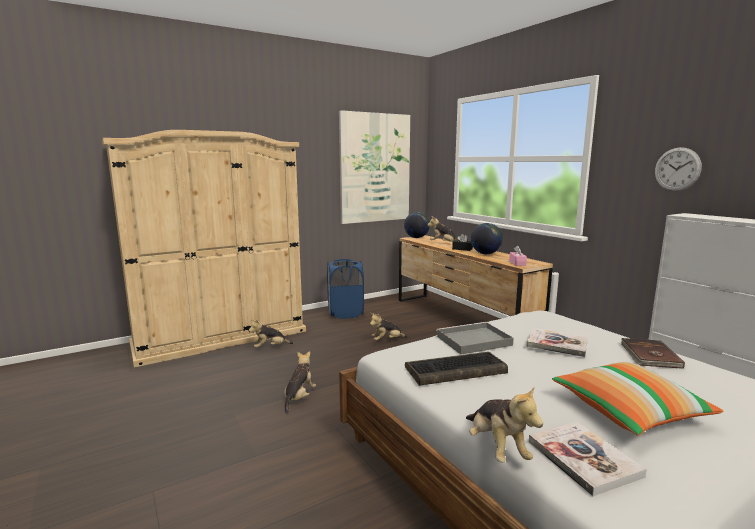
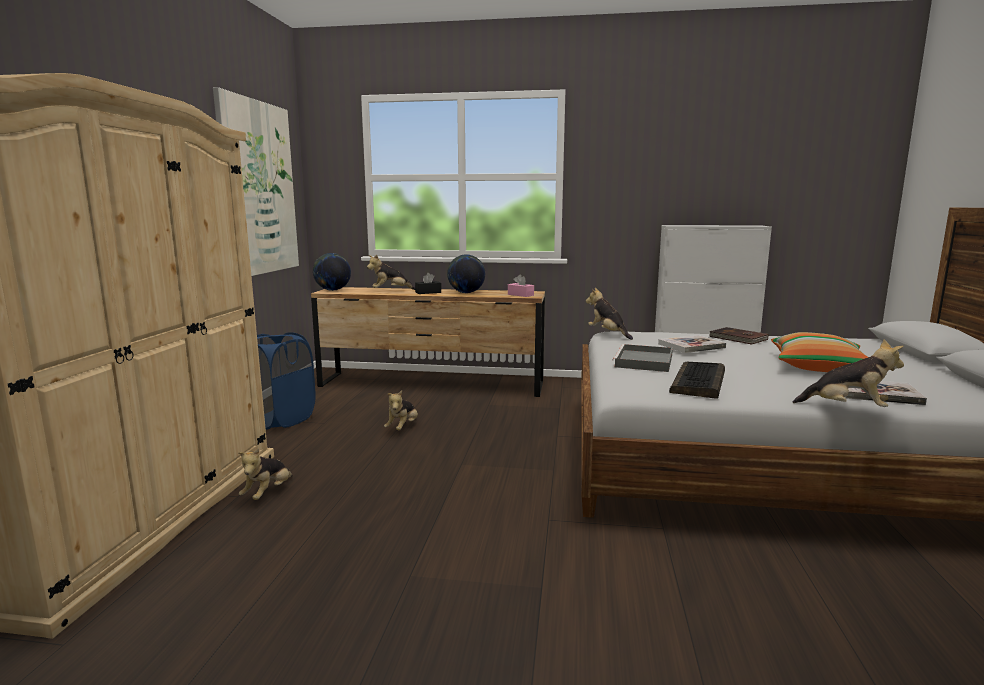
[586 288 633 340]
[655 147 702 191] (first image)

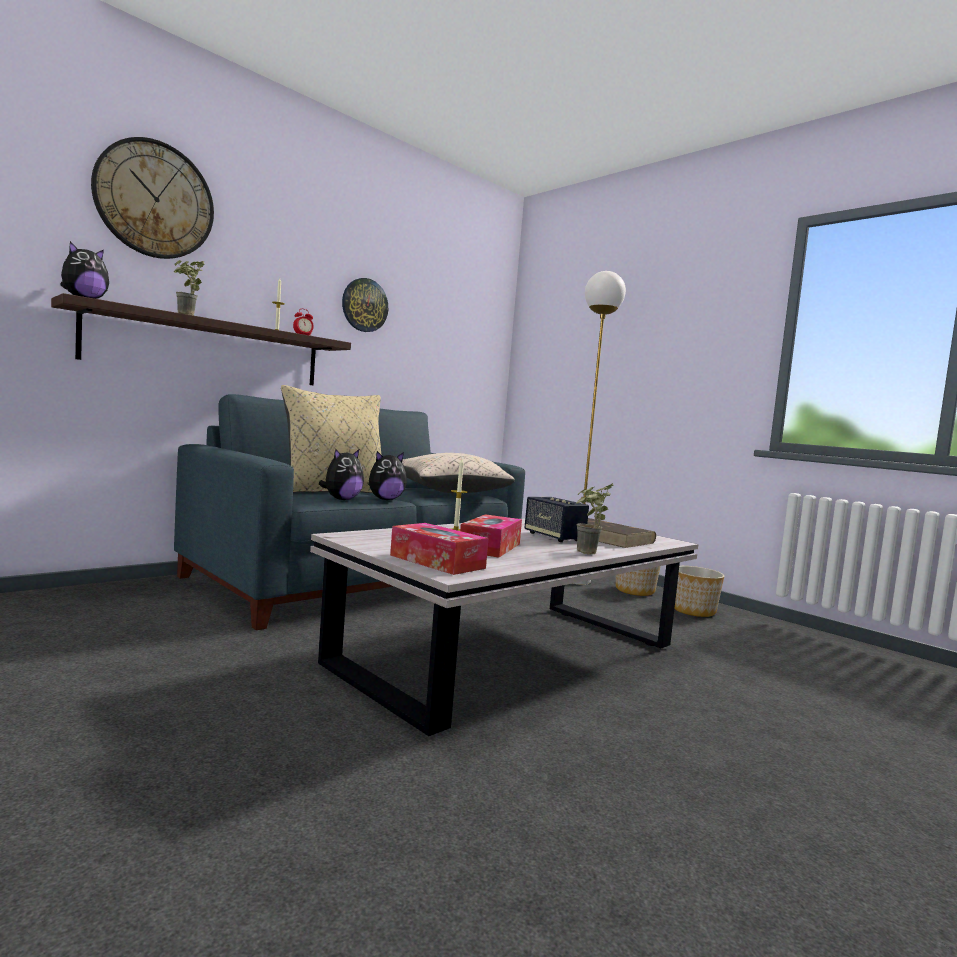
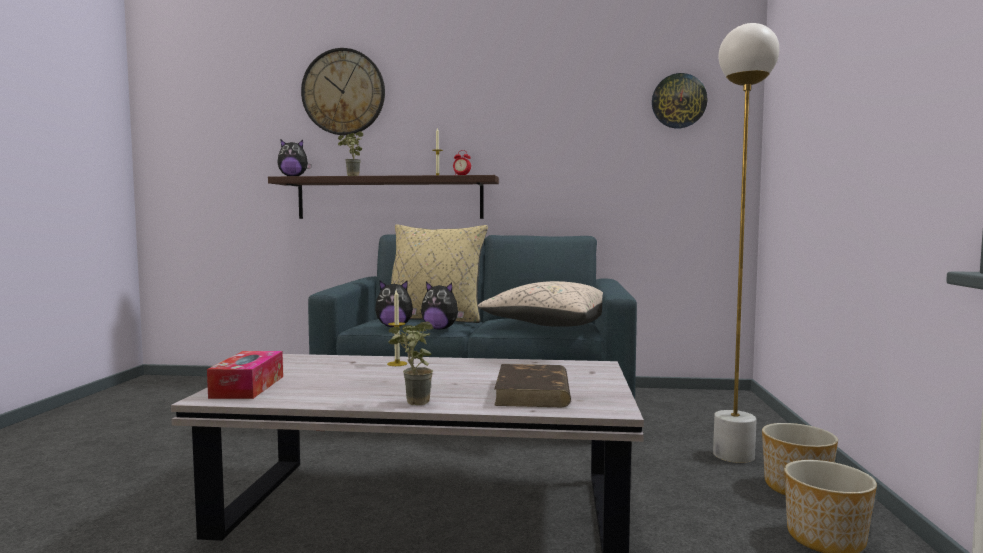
[652 73 708 128]
[460 514 522 557] (first image)
[524 497 589 542] (first image)

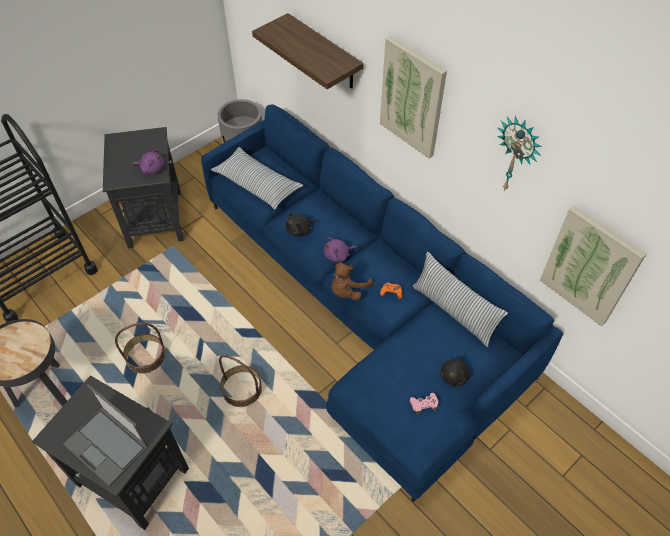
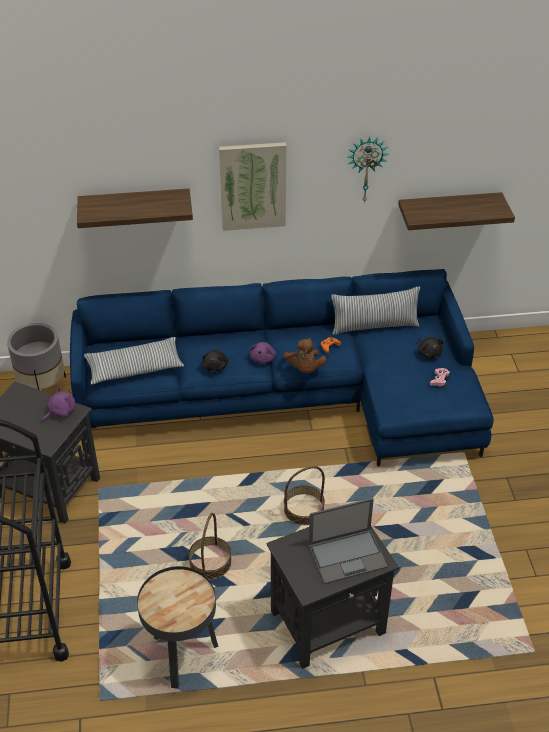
[398 192 515 230]

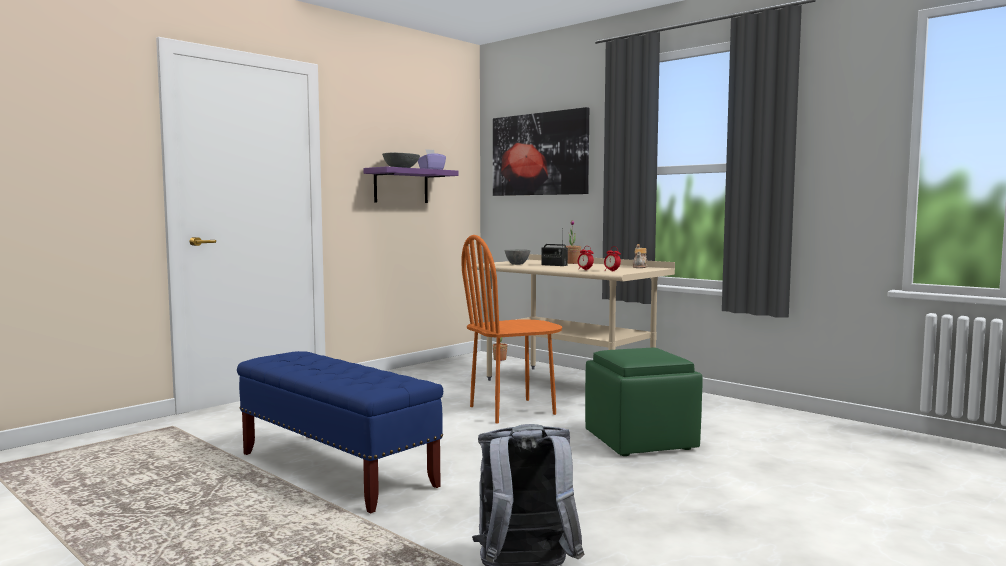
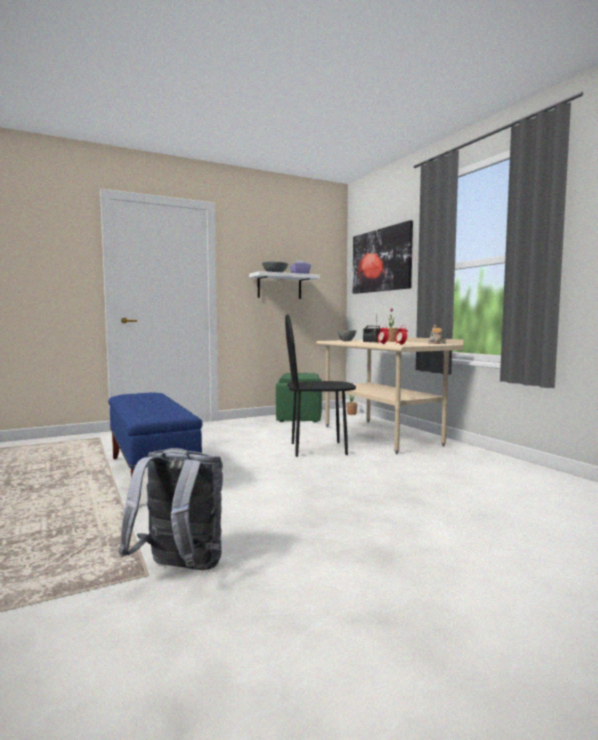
[249 271 320 299]
[285 314 356 457]
[276 373 322 423]

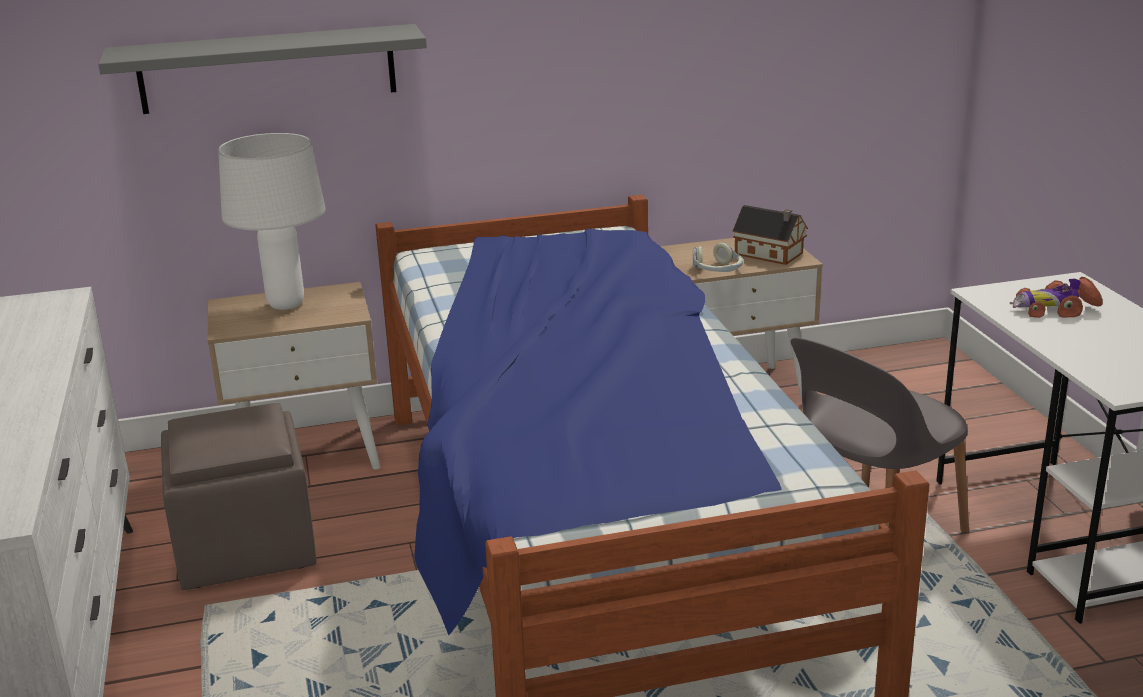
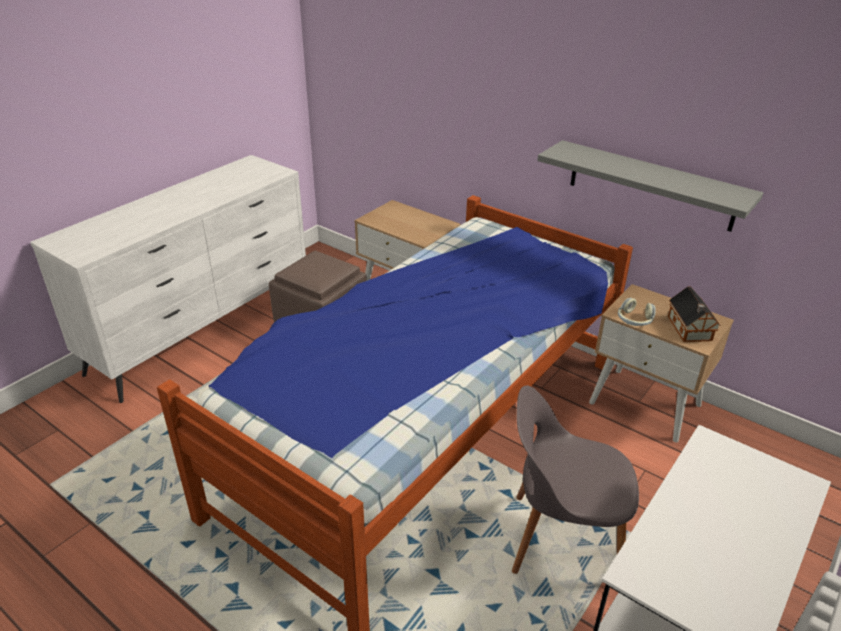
[537 140 764 232]
[218 133 326 310] (first image)
[1010 277 1103 318] (first image)

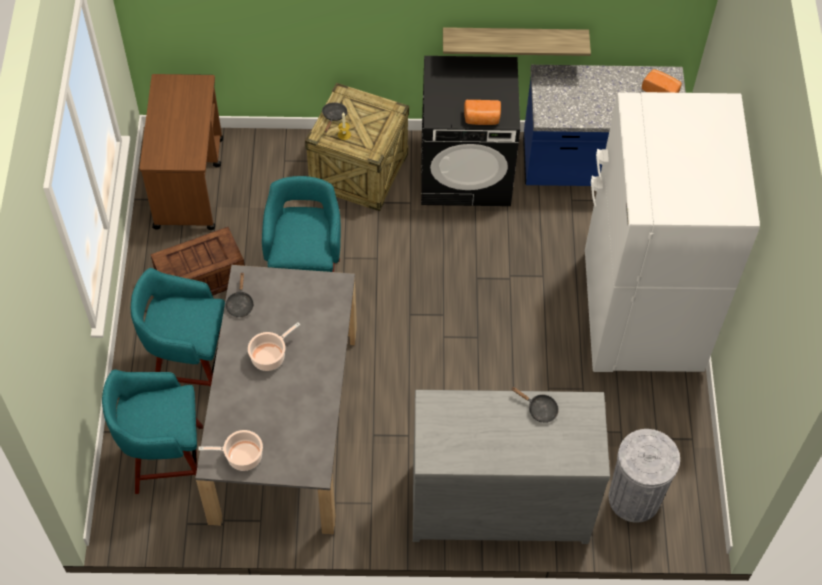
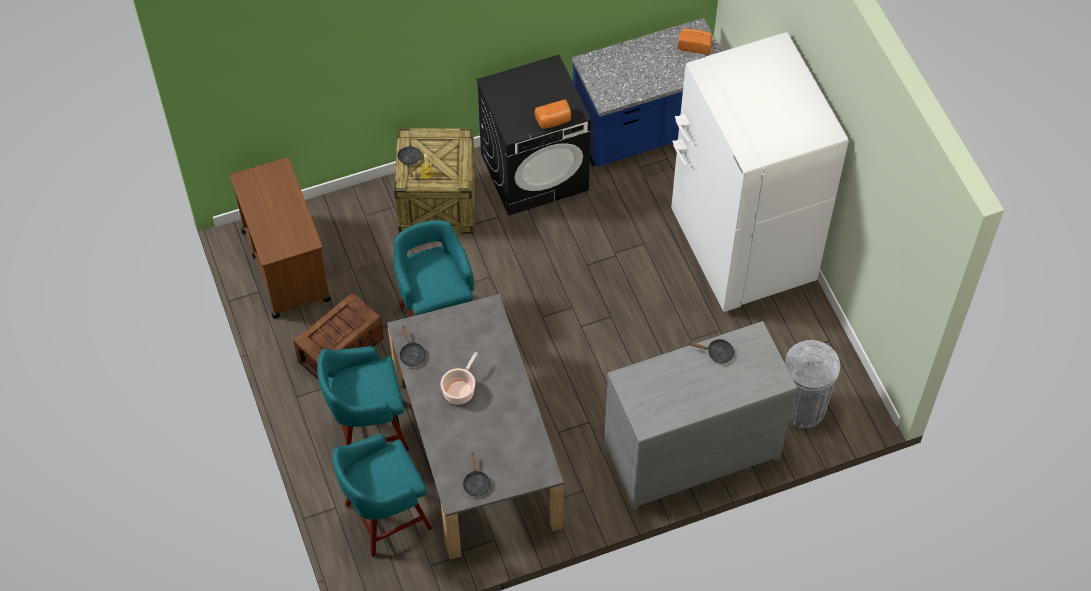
[463 451 491 497]
[443 27 591 56] (first image)

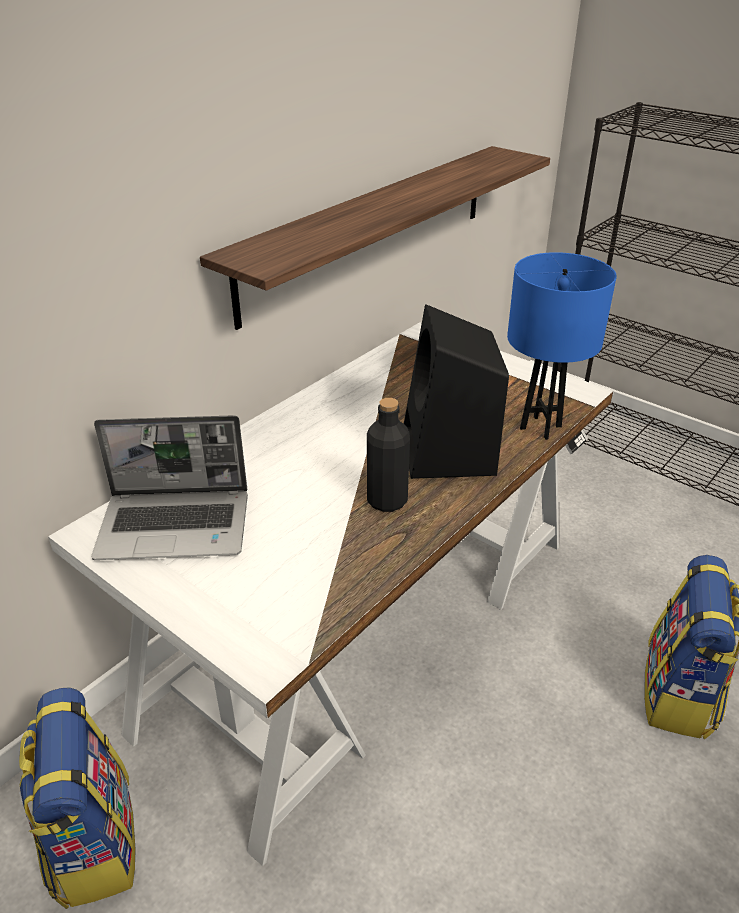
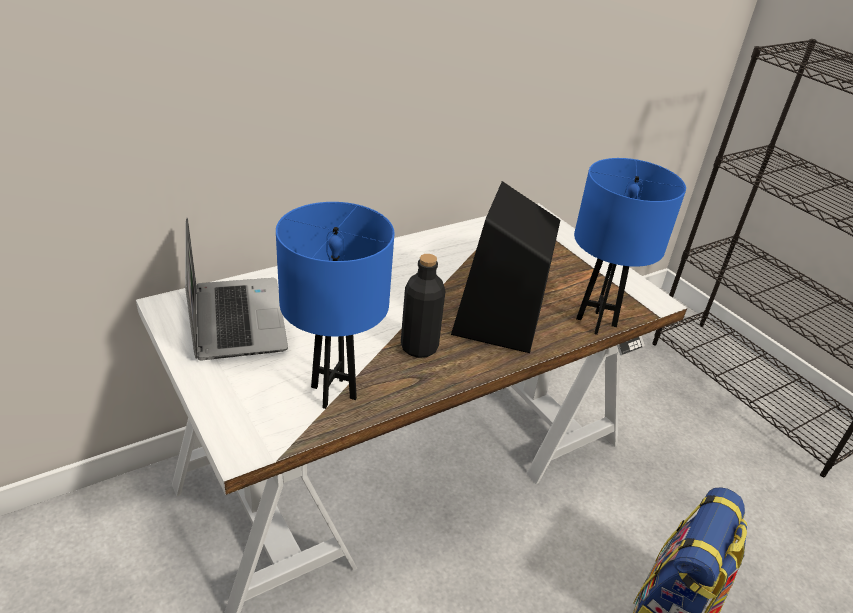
[19 687 136 909] (first image)
[185 218 288 361]
[200 146 550 330] (first image)
[276 202 394 409]

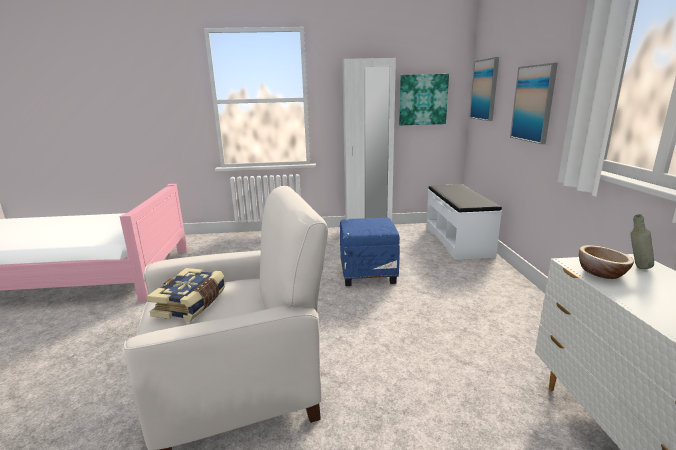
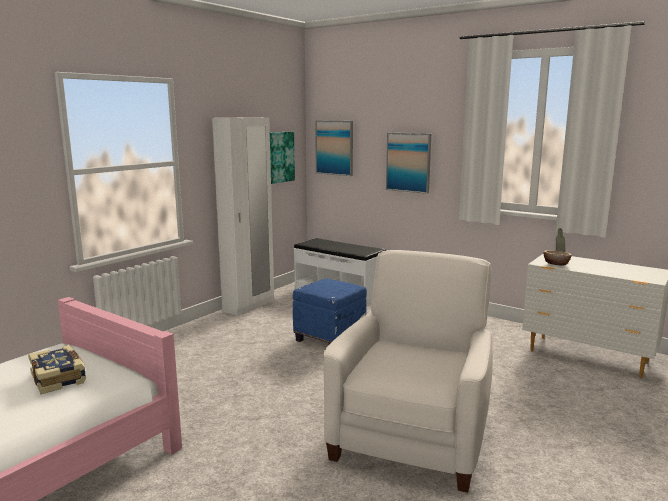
[28 345 86 394]

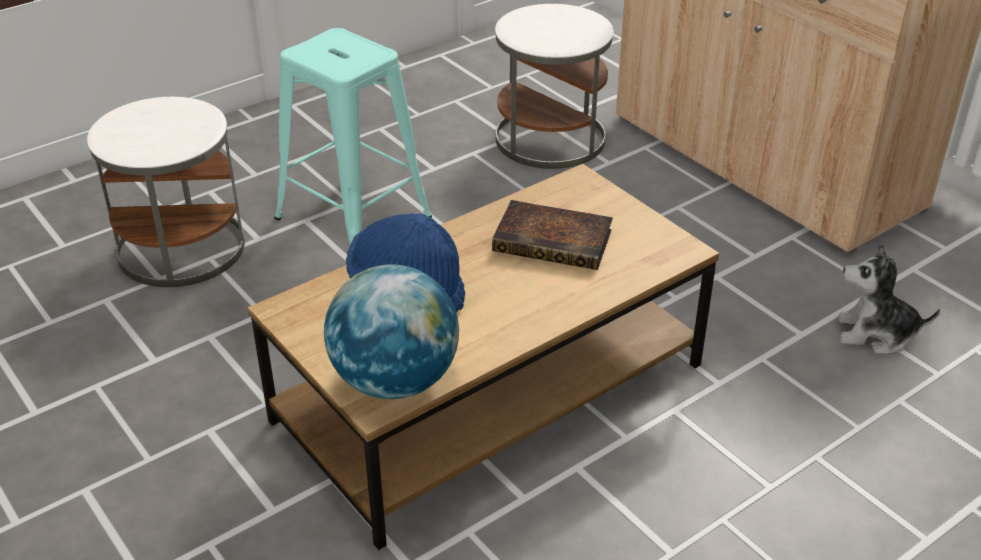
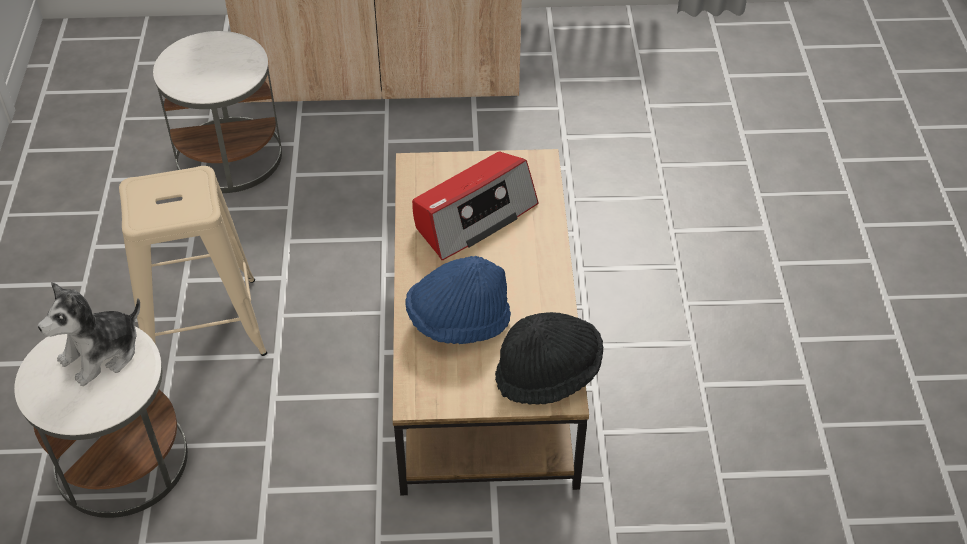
[119 166 267 356]
[495 312 603 405]
[412 151 539 260]
[38 282 140 386]

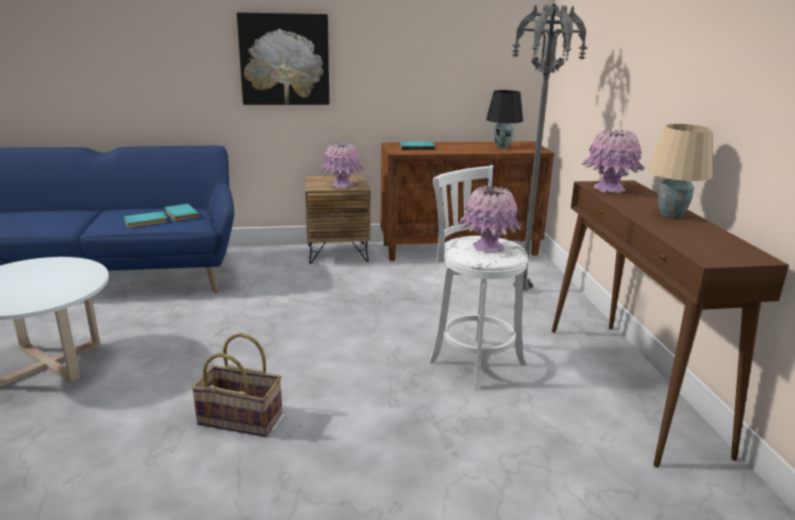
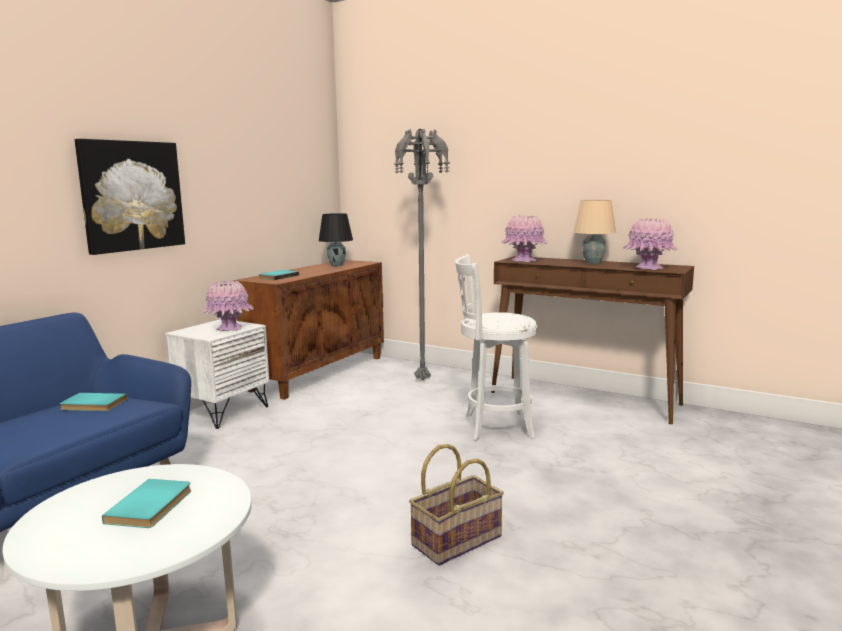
[102 479 191 528]
[165 319 269 429]
[623 218 678 270]

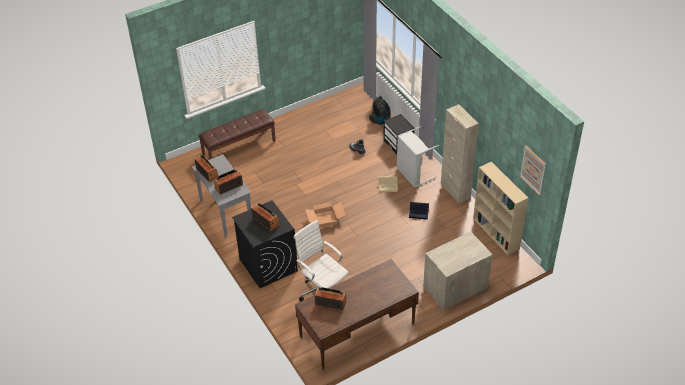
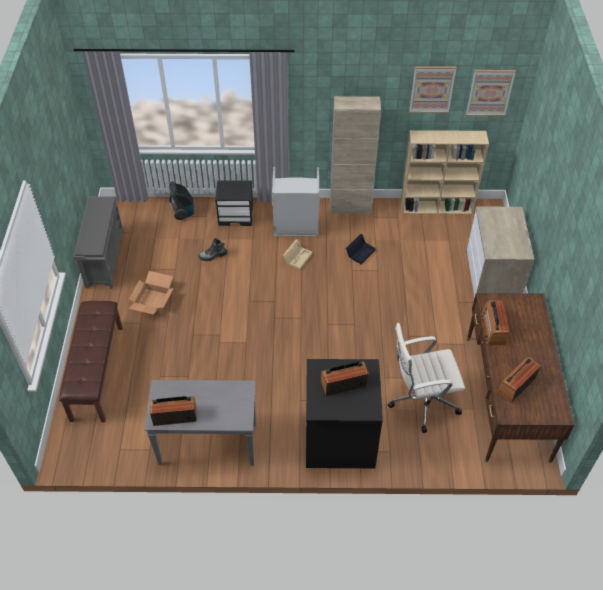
[481 301 509 345]
[128 271 173 314]
[73 196 124 289]
[409 66 456 113]

